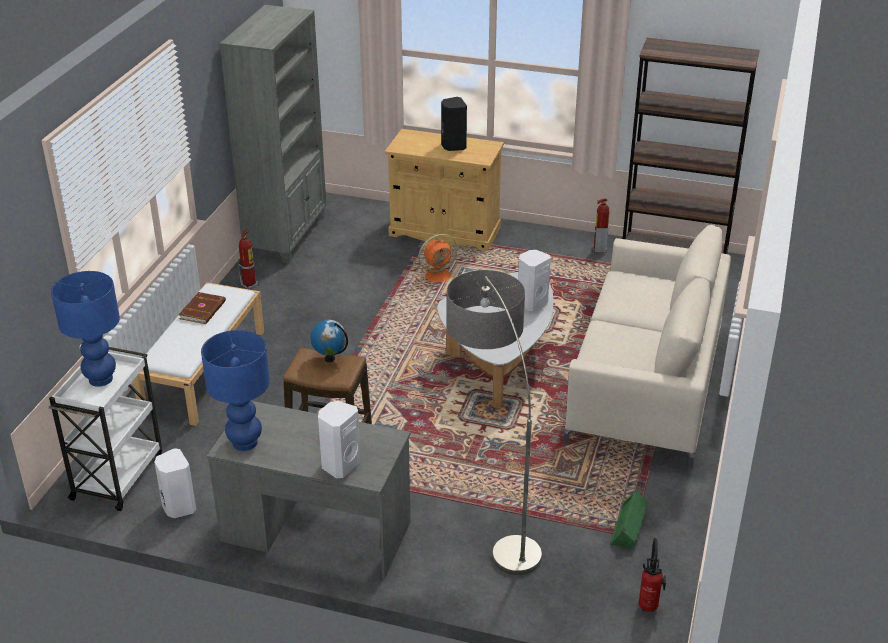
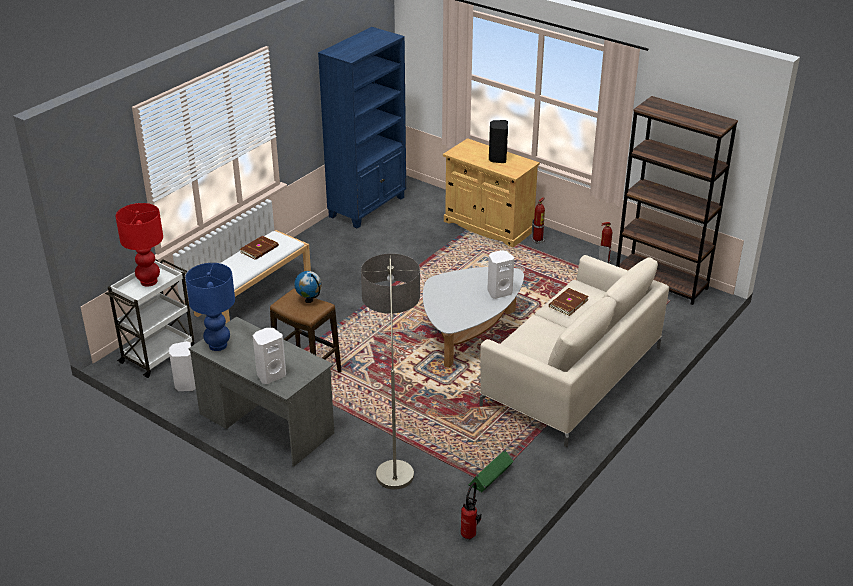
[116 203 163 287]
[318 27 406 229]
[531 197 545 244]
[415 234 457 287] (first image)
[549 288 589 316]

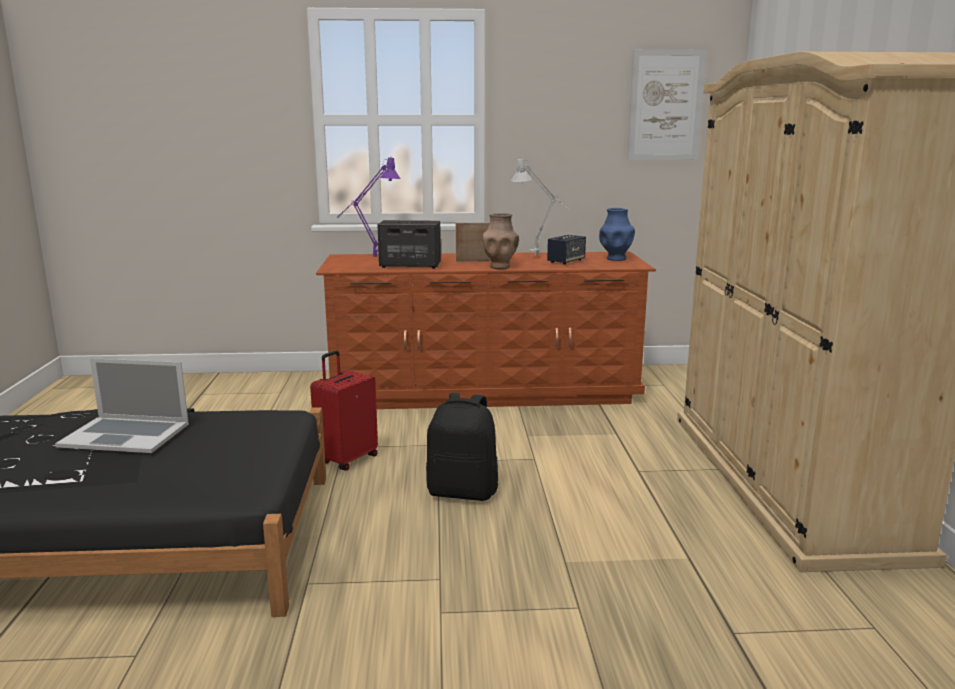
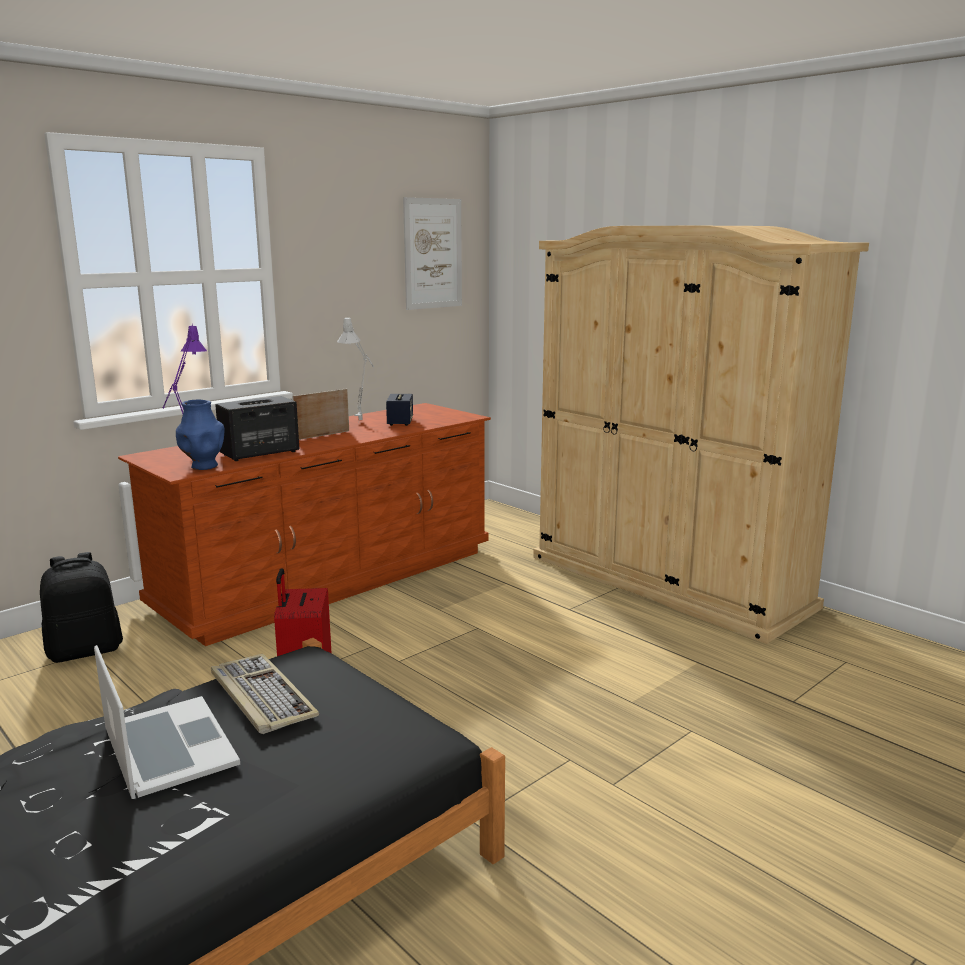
[94 645 240 799]
[40 552 123 663]
[482 213 519 269] (first image)
[176 400 225 470]
[211 654 319 734]

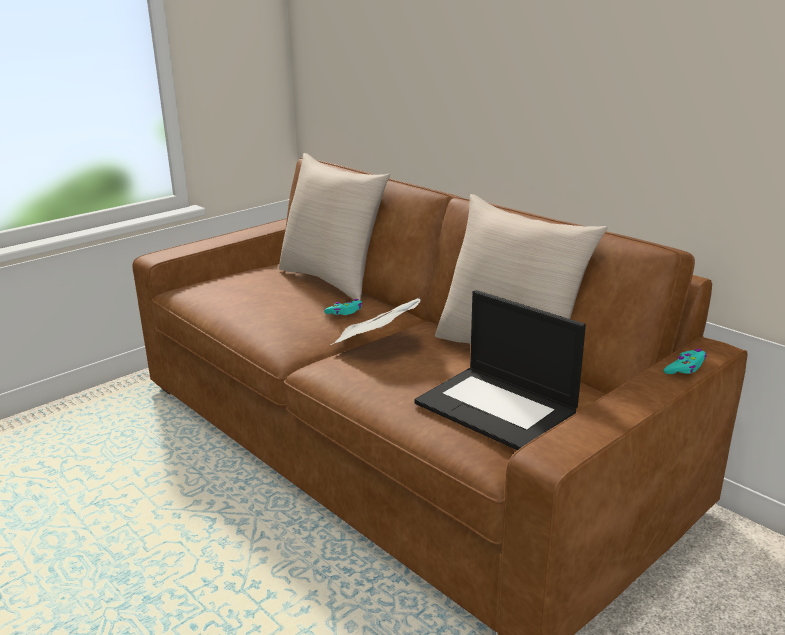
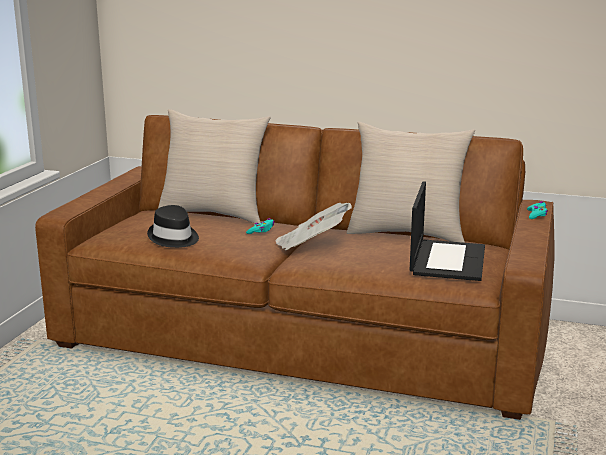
[410 181 485 281]
[147 205 199 248]

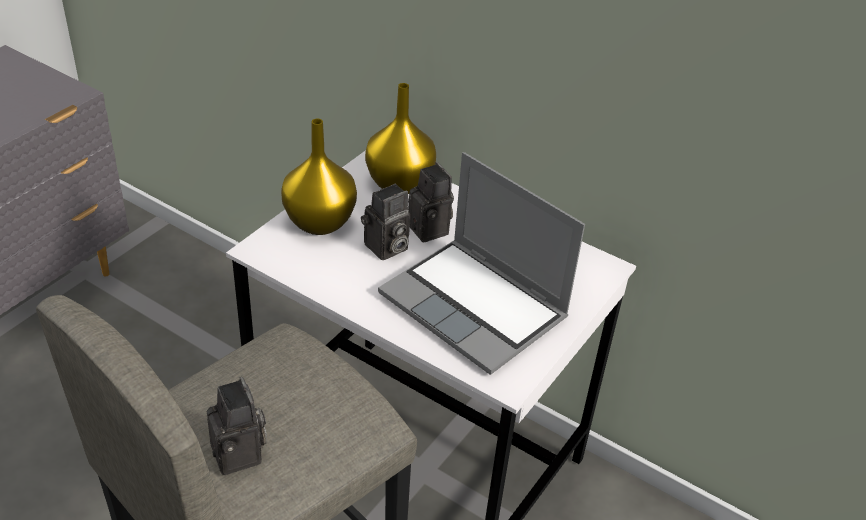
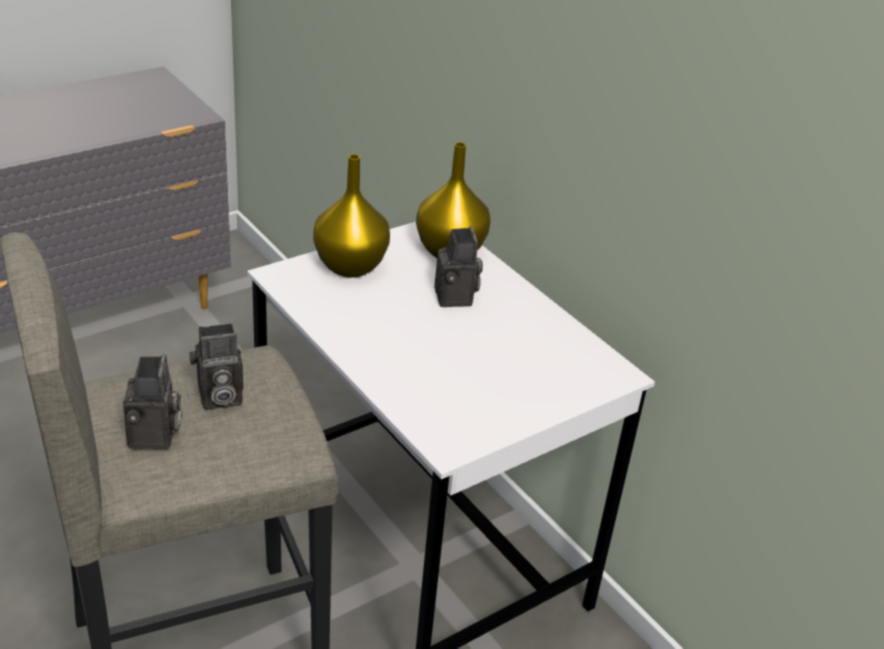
[189 323 243 410]
[378 152 585 375] (first image)

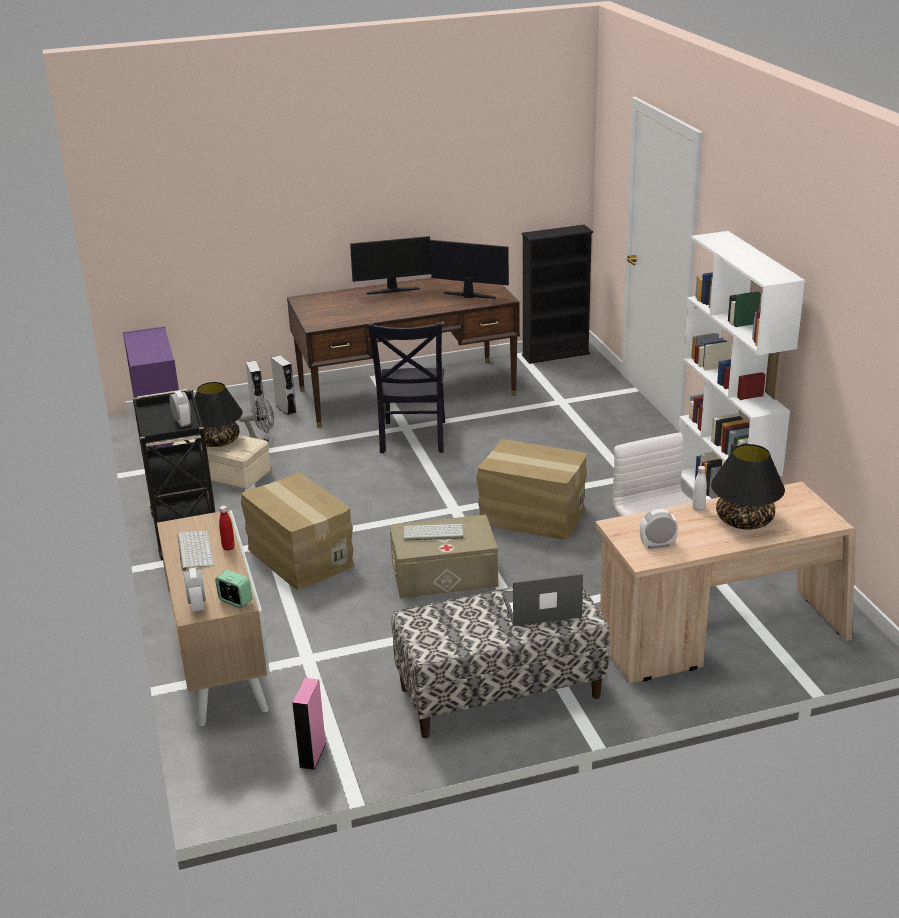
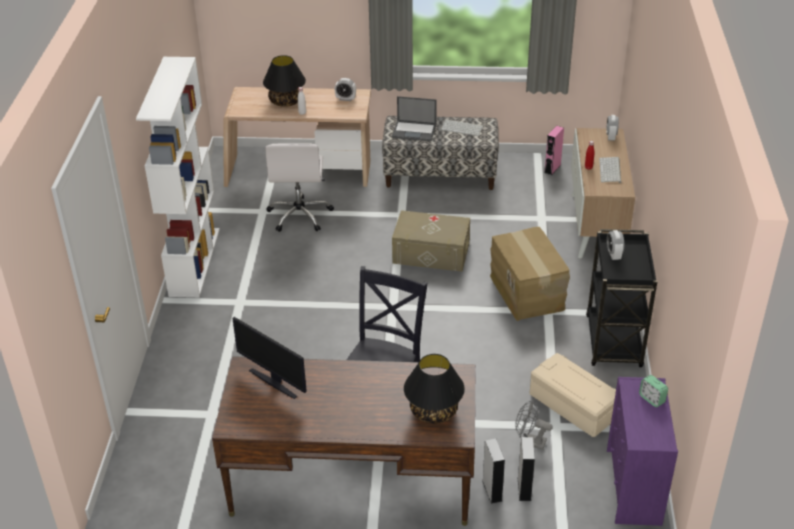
[404 354 465 424]
[639 375 668 407]
[350 236 431 295] (first image)
[441 119 484 136]
[477 439 587 540] (first image)
[521 225 593 364] (first image)

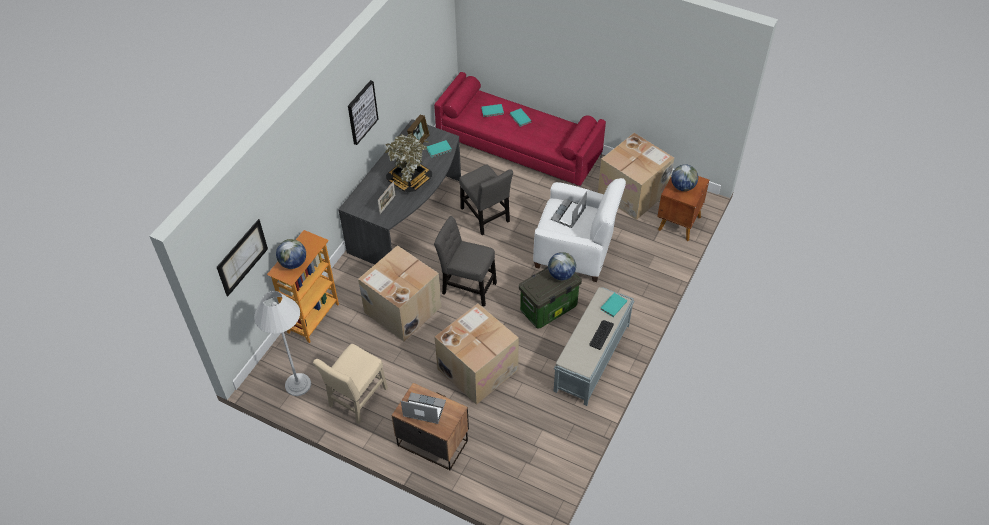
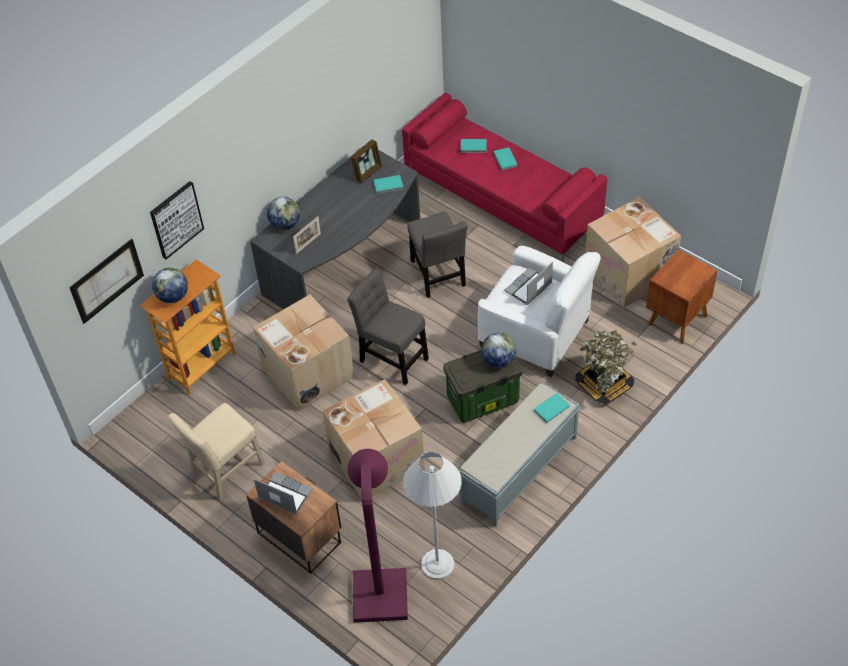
[403 452 462 580]
[150 181 204 259]
[575 330 637 403]
[589 320 614 350] (first image)
[267 197 300 230]
[347 449 408 623]

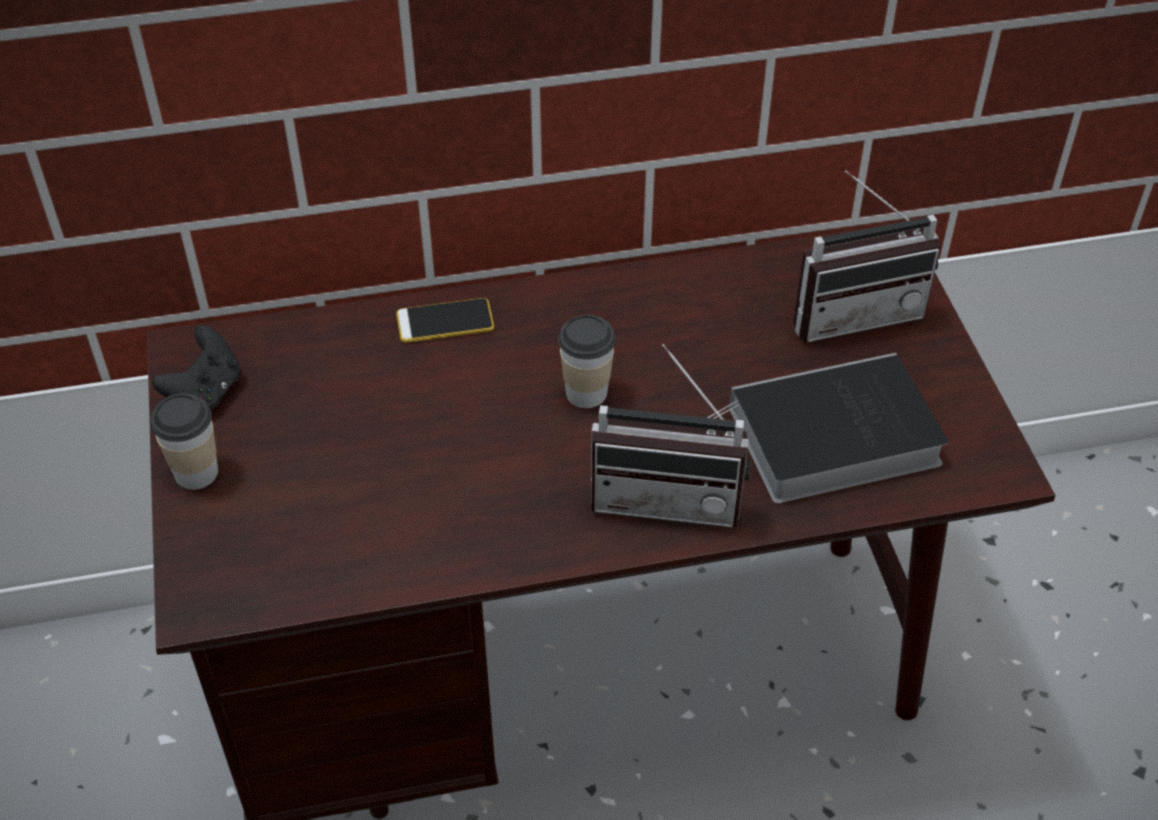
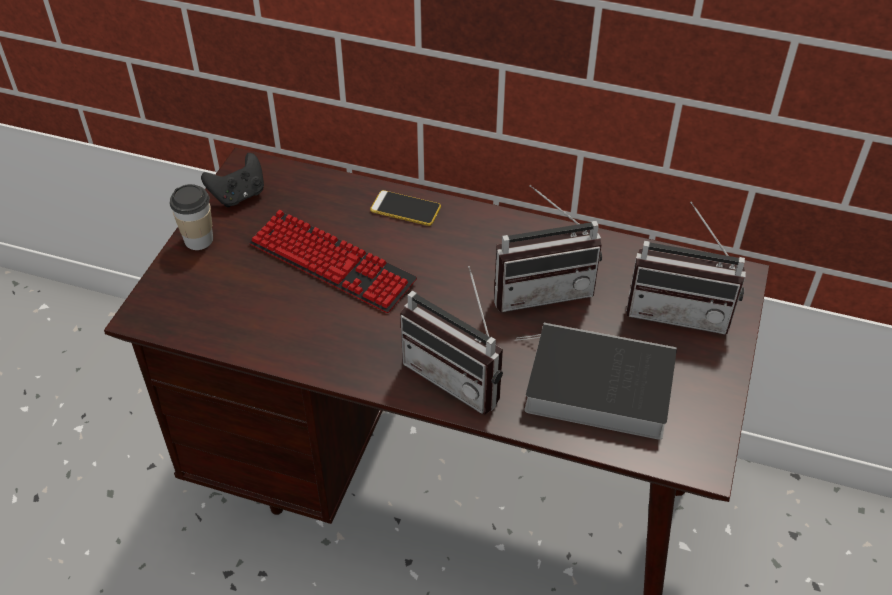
[558 315 616 408] (first image)
[249 210 417 313]
[494 185 602 312]

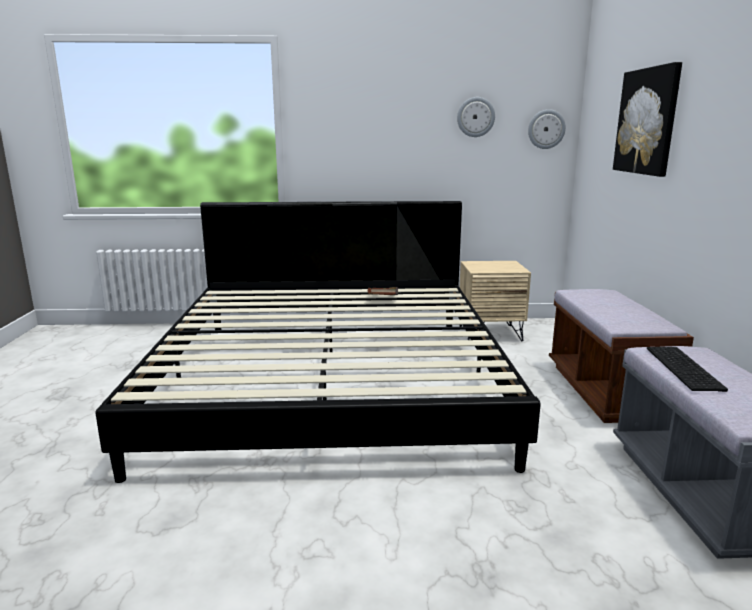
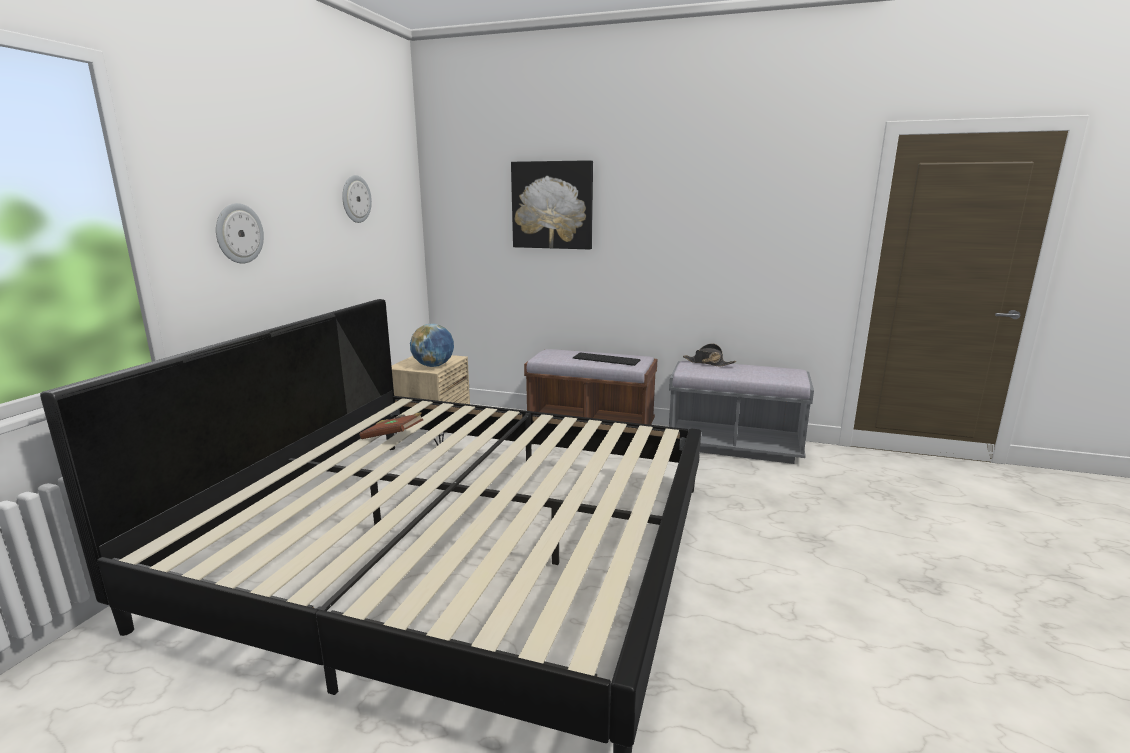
[216 203 264 264]
[573 352 641 366]
[410 324 454 367]
[683 344 736 367]

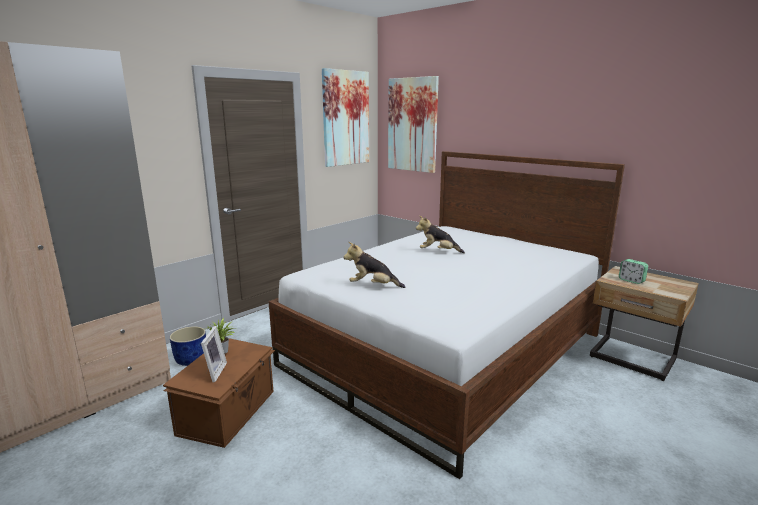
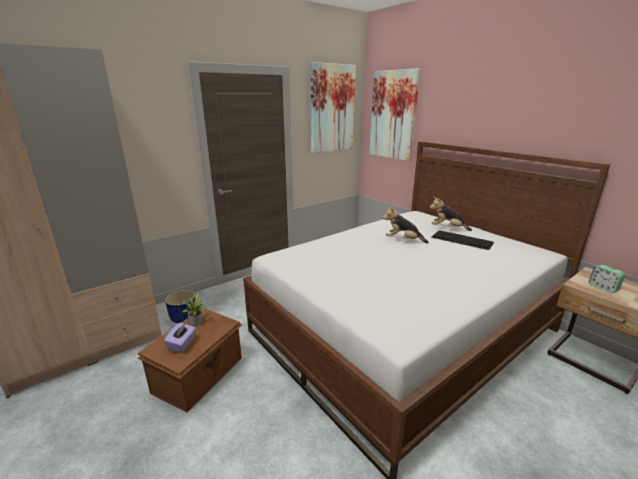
[164 323 196 353]
[430 197 472 231]
[431 230 494 250]

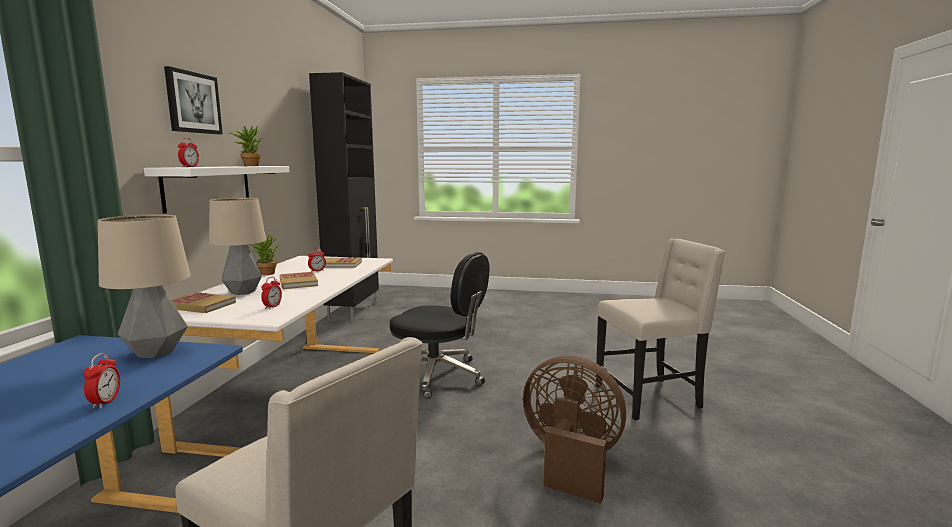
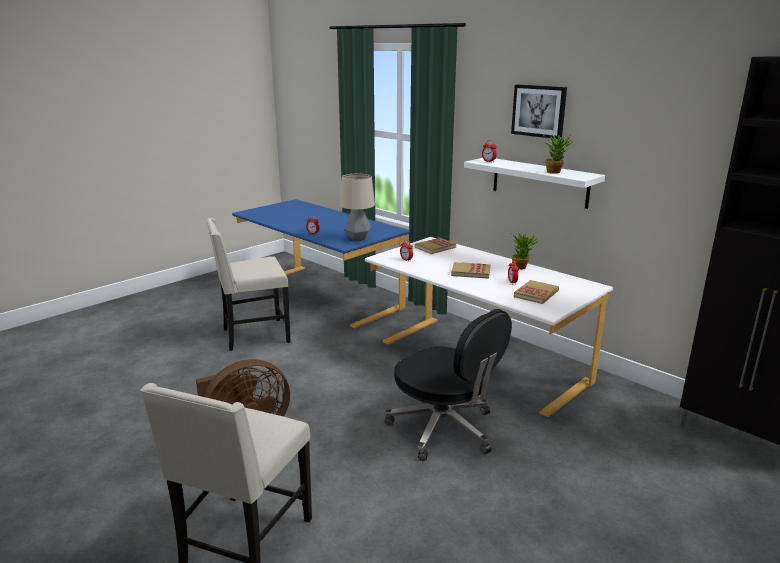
[209 198 267 295] (first image)
[385 309 512 461]

